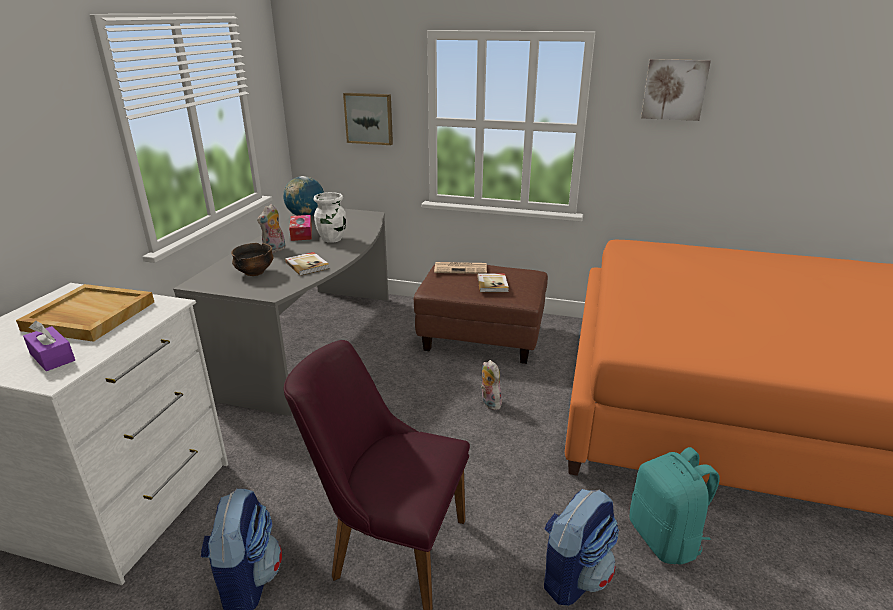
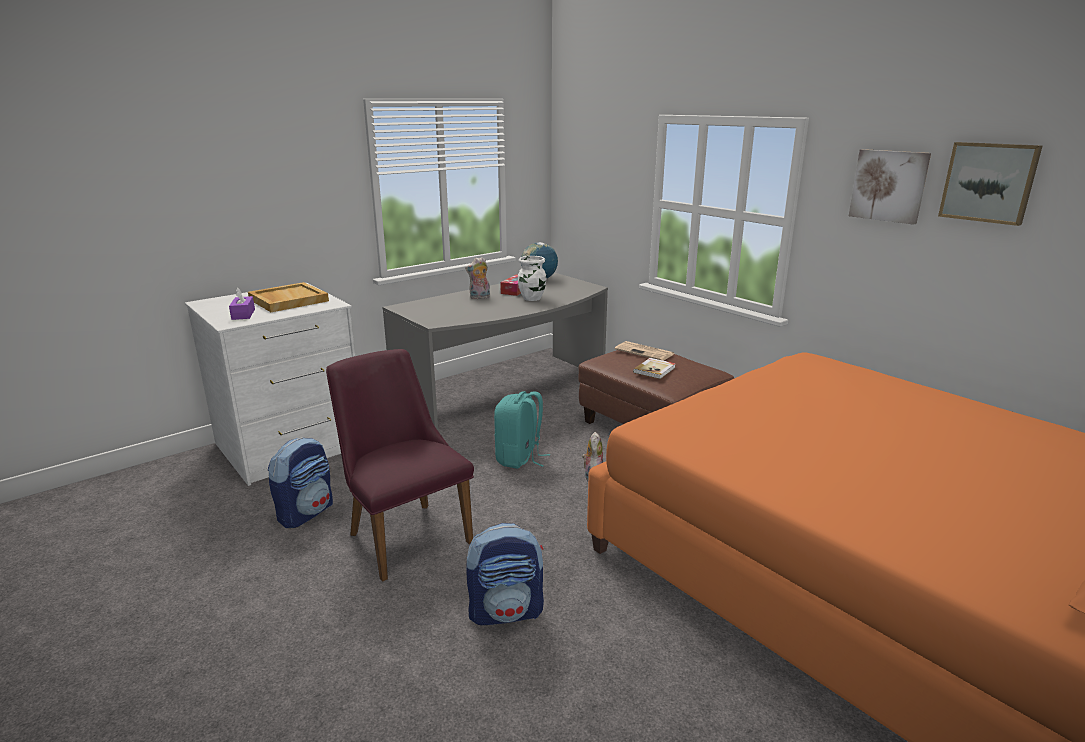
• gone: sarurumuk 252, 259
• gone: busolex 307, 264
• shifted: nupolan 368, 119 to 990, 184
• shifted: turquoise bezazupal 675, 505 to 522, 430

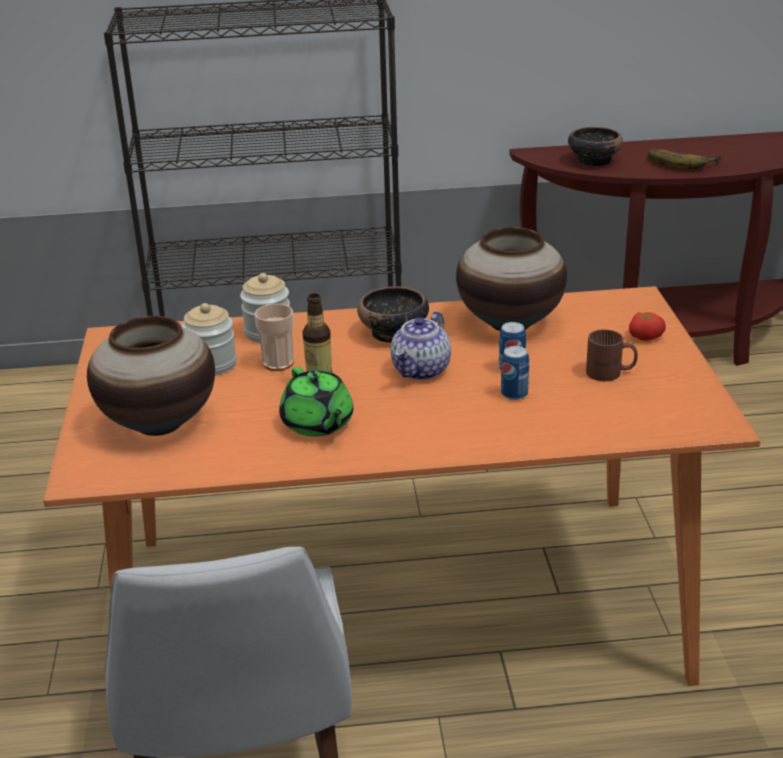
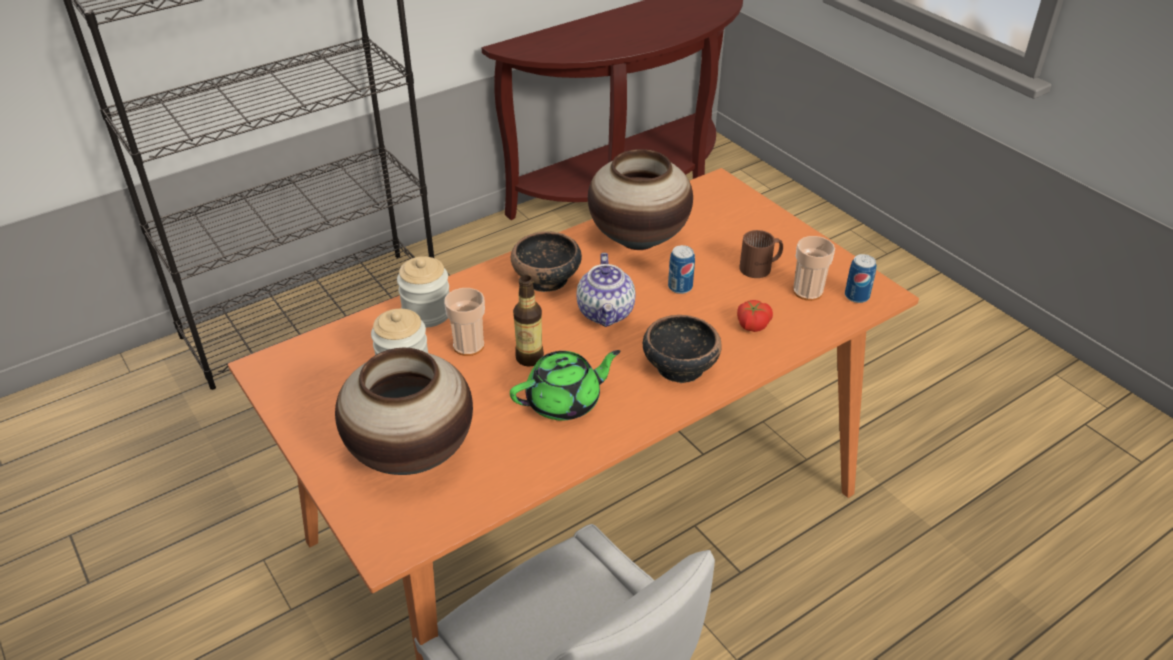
• gone: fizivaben 684, 159
• new: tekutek 814, 268
• shifted: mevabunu 515, 373 to 861, 278
• shifted: sarurumuk 595, 147 to 682, 349
• shifted: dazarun 647, 326 to 755, 316
• rotated: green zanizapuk 316, 402 = 565, 385 60 degrees counterclockwise

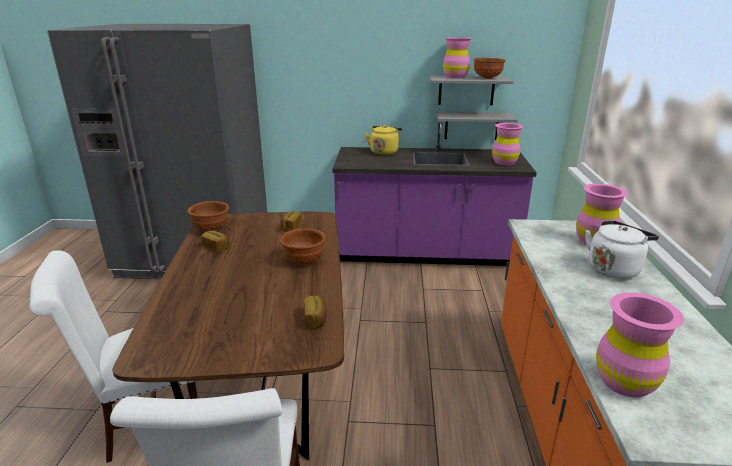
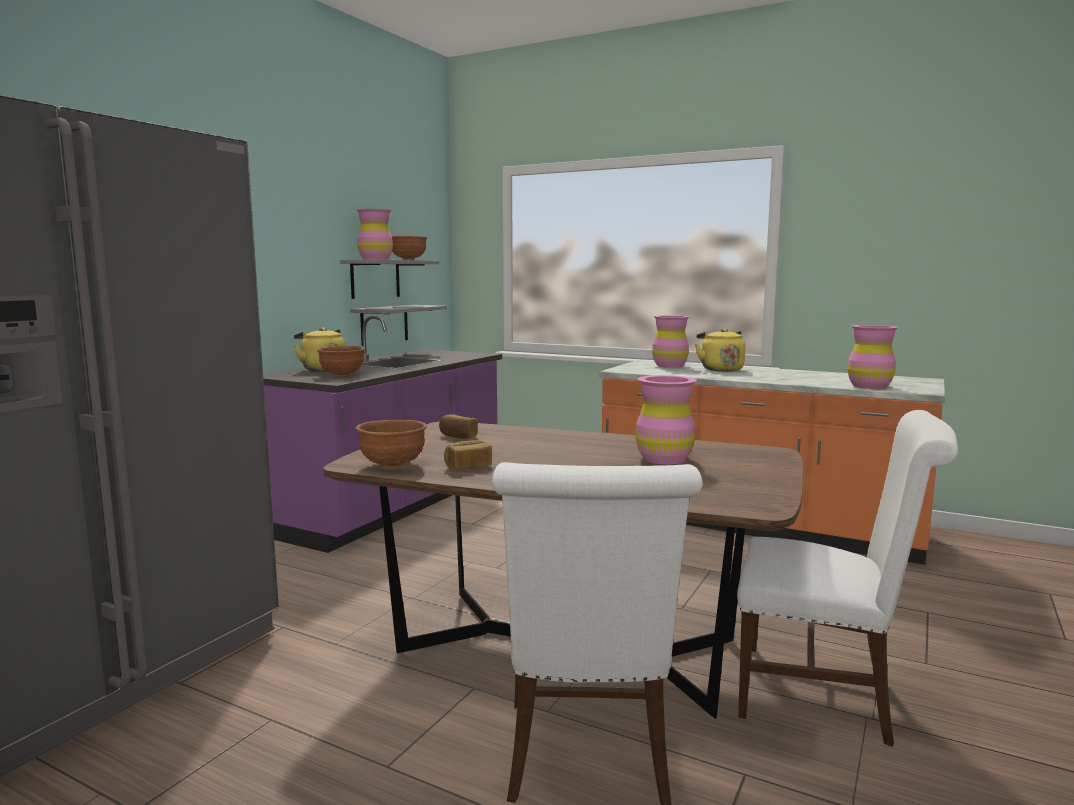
• gone: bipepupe 315, 312
• shifted: brown sarurumuk 303, 246 to 341, 361
• shifted: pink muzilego 507, 144 to 666, 419
• repainted: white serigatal 622, 249 to yellow serigatal 720, 350

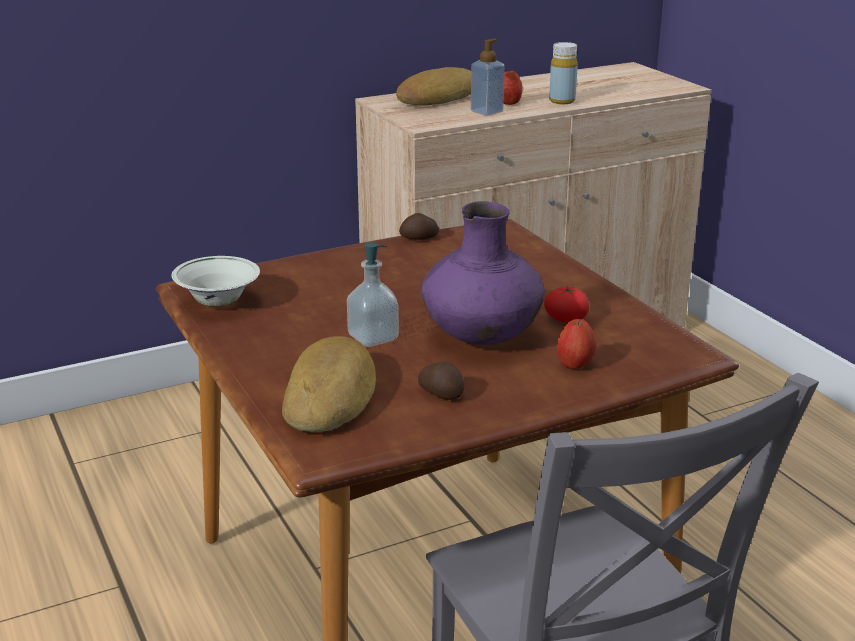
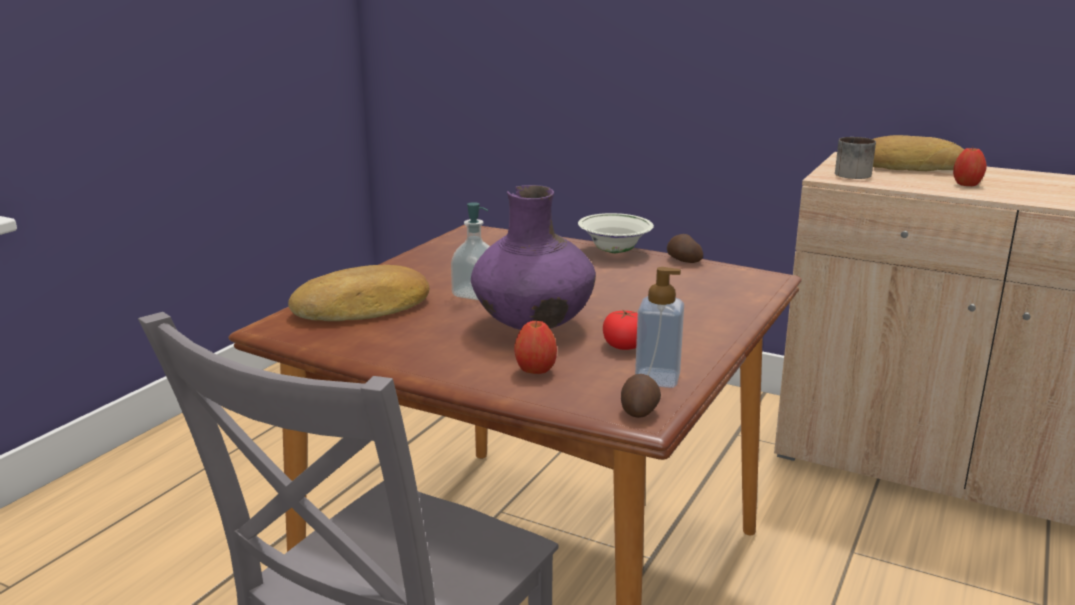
• gone: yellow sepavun 563, 73
• new: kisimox 855, 158
• shifted: white sarurumuk 215, 281 to 616, 233
• shifted: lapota 441, 380 to 641, 396
• shifted: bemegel 488, 77 to 659, 327

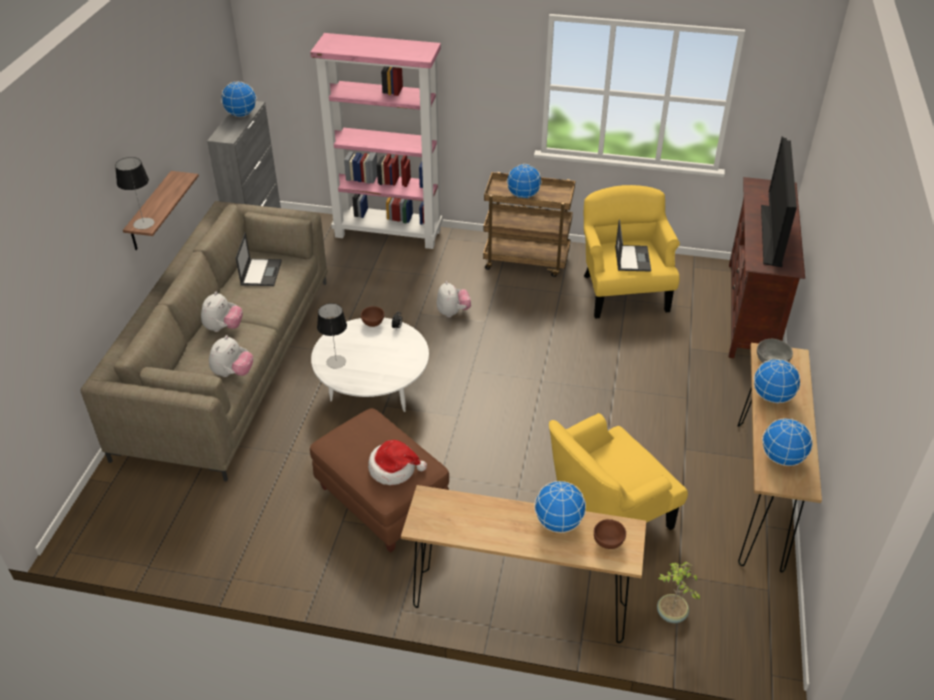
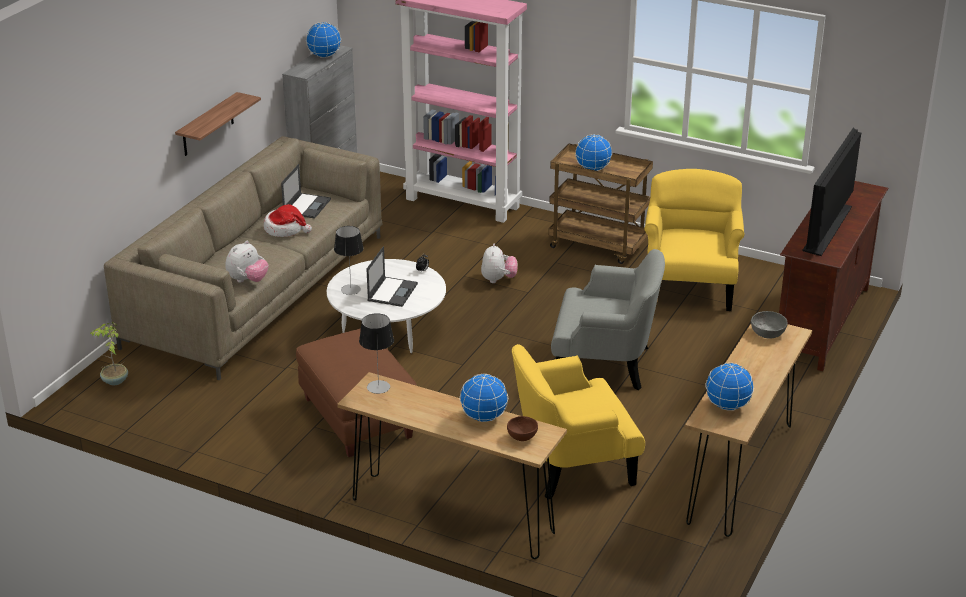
• gone: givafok 222, 312
• gone: brown sarurumuk 372, 316
• gone: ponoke 777, 381
• new: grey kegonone 608, 319
• shifted: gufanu 134, 193 to 376, 353
• shifted: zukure 397, 462 to 288, 220
• shifted: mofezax 633, 245 to 392, 276
• shifted: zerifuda 678, 592 to 109, 353

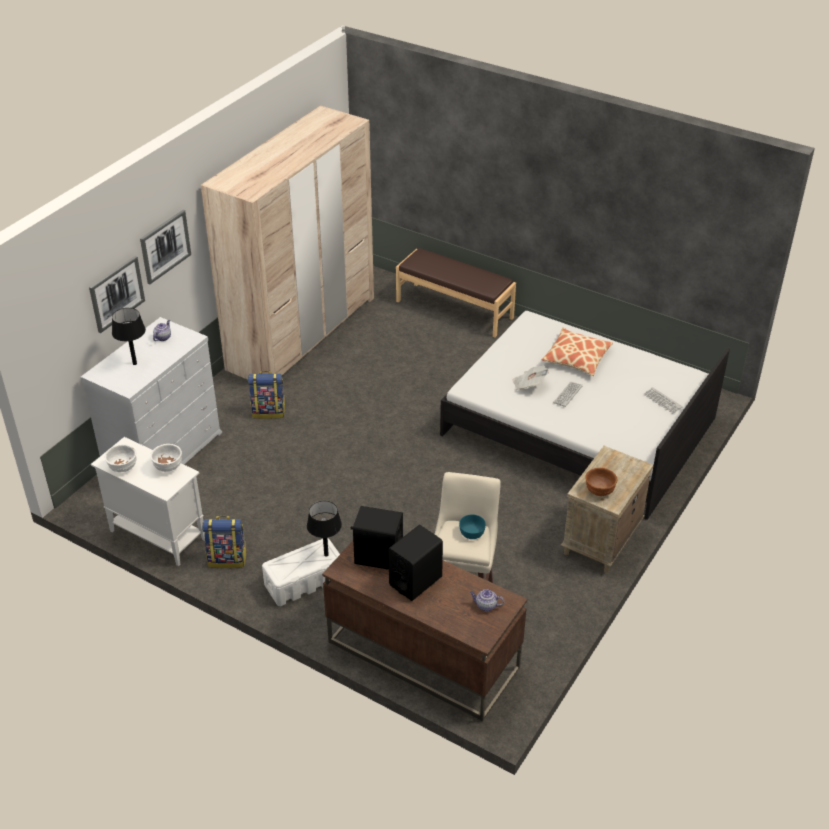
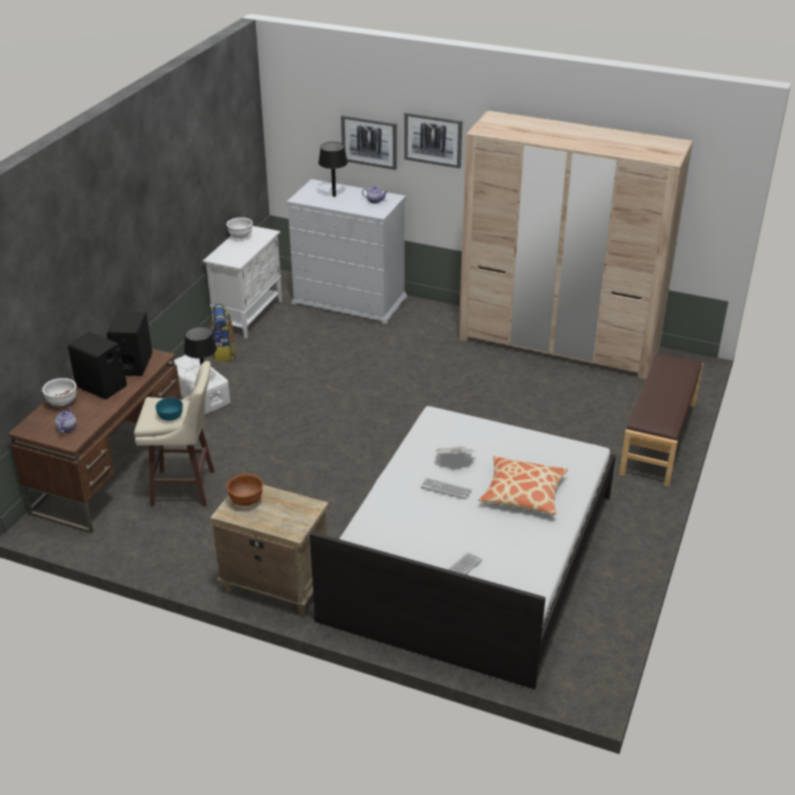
• gone: bezazupal 267, 395
• shifted: white sarurumuk 166, 458 to 59, 392

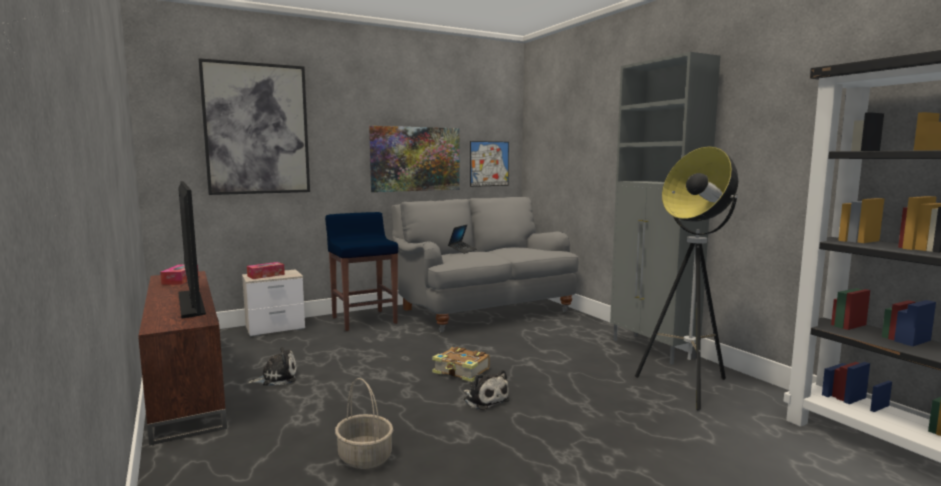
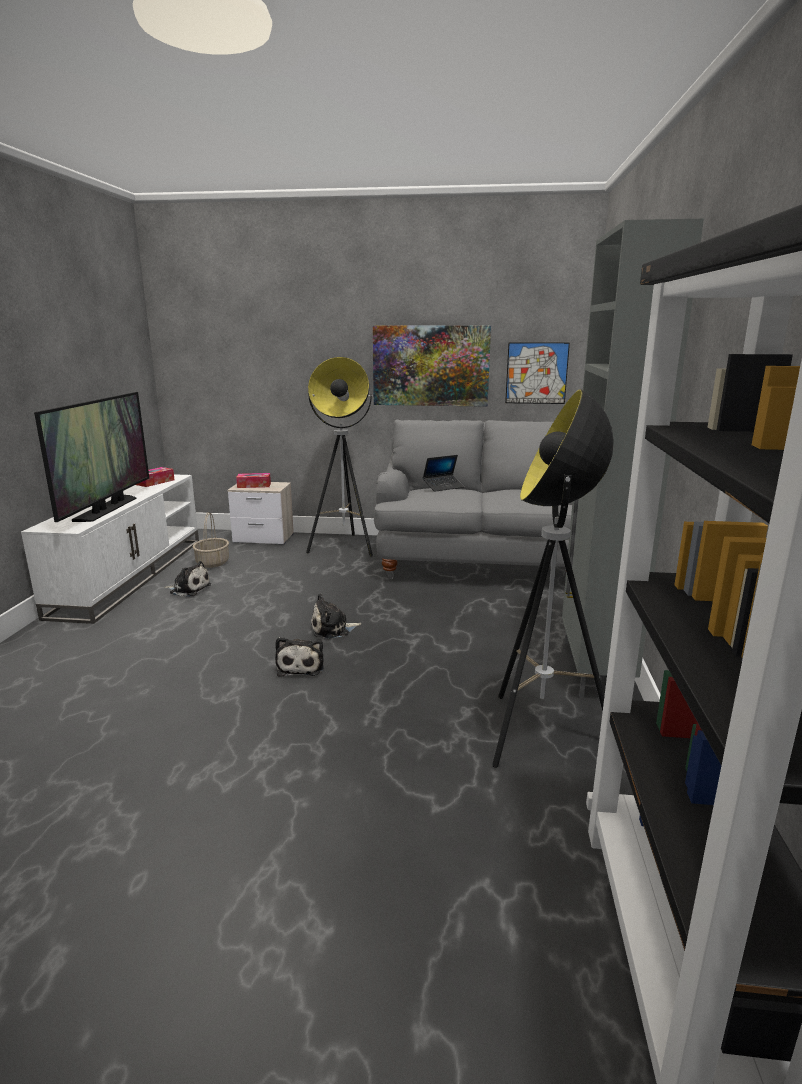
• gone: nupolan 254, 126
• shifted: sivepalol 364, 423 to 210, 540
• swapped: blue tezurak 361, 271 to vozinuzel 339, 457
• swapped: busolex 461, 364 to givafok 336, 616
• repainted: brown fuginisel 182, 358 to white fuginisel 110, 549

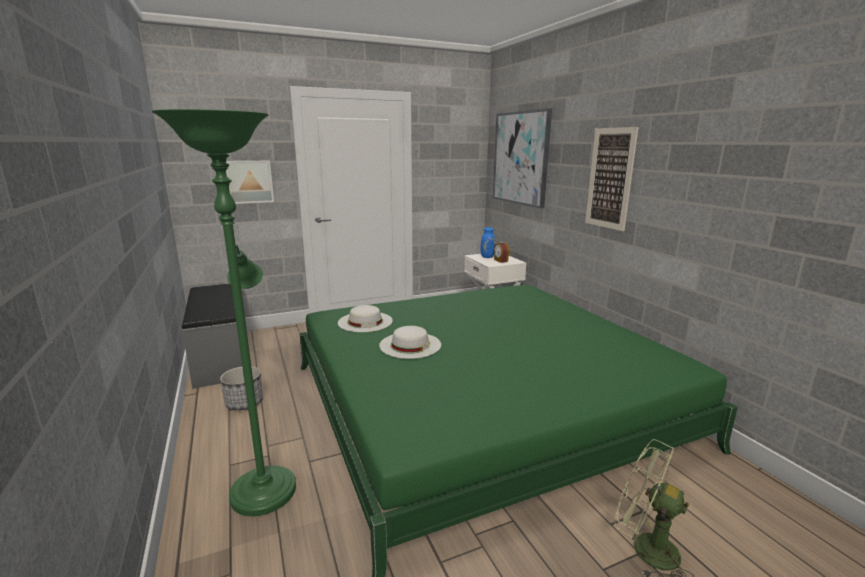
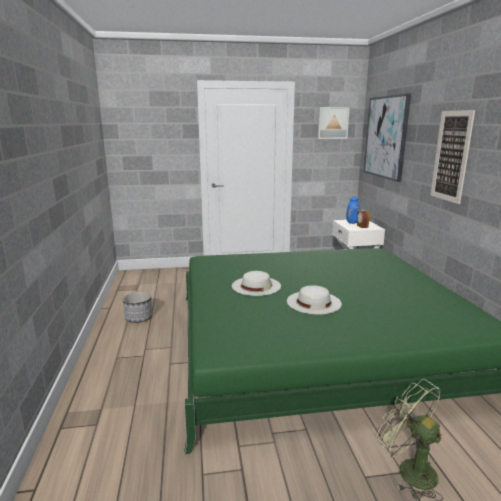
• gone: green vozinuzel 224, 312
• gone: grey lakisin 212, 336
• shifted: nupolan 250, 182 to 333, 123
• shifted: white zukure 365, 318 to 314, 299

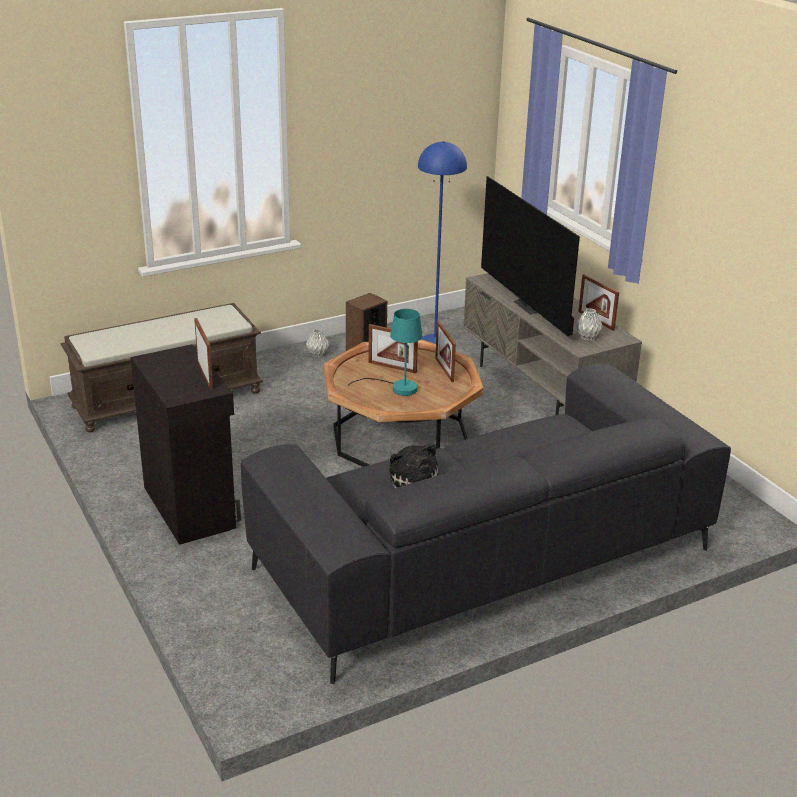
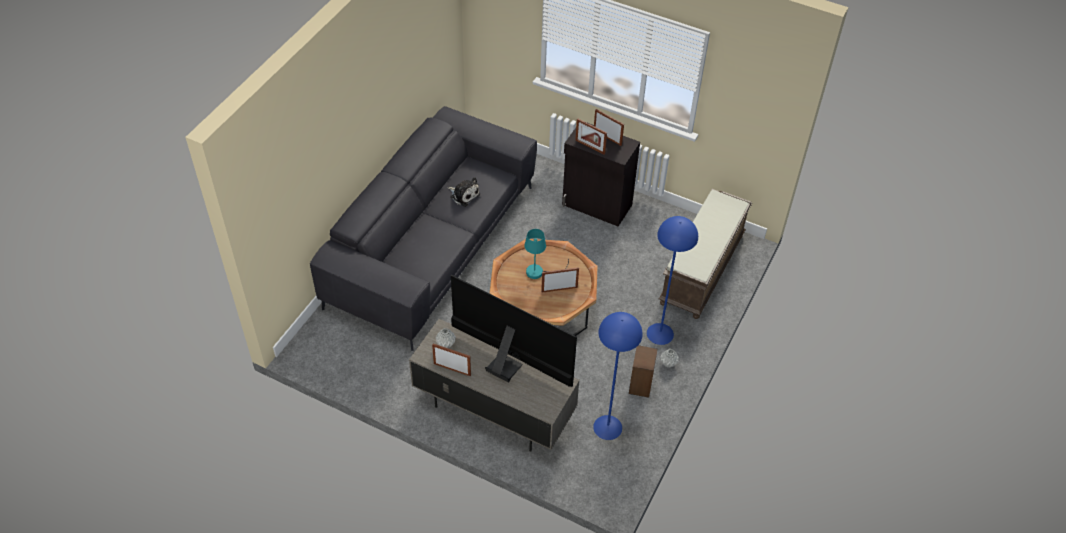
• new: blue vozinuzel 672, 280
• shifted: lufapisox 445, 351 to 609, 127

